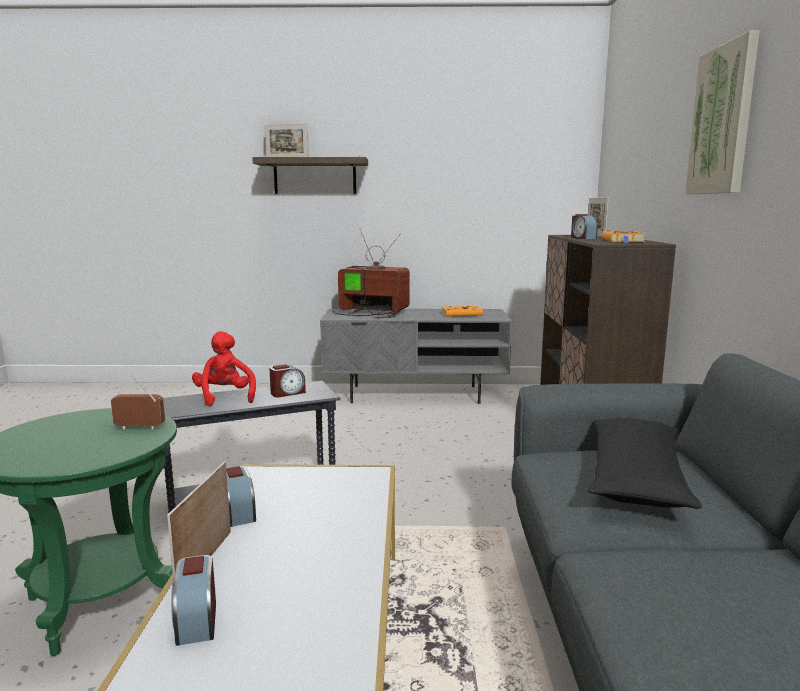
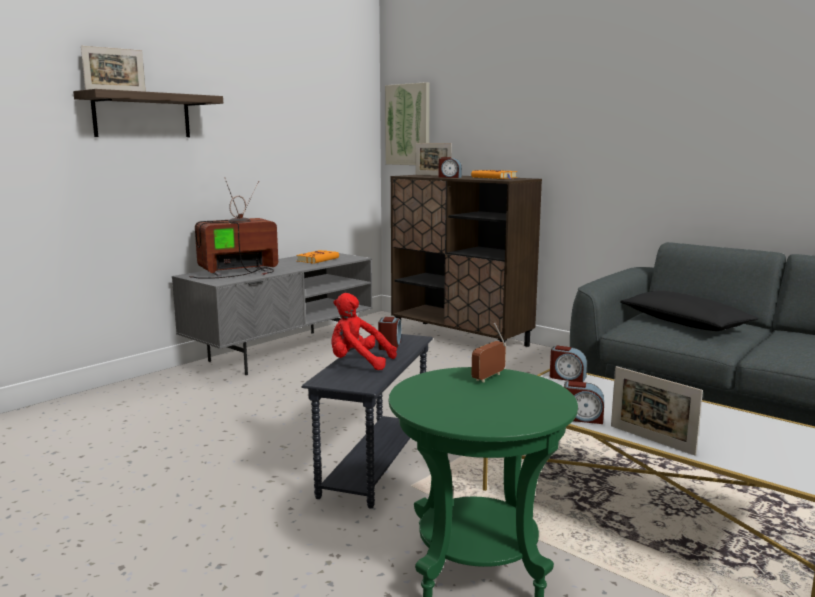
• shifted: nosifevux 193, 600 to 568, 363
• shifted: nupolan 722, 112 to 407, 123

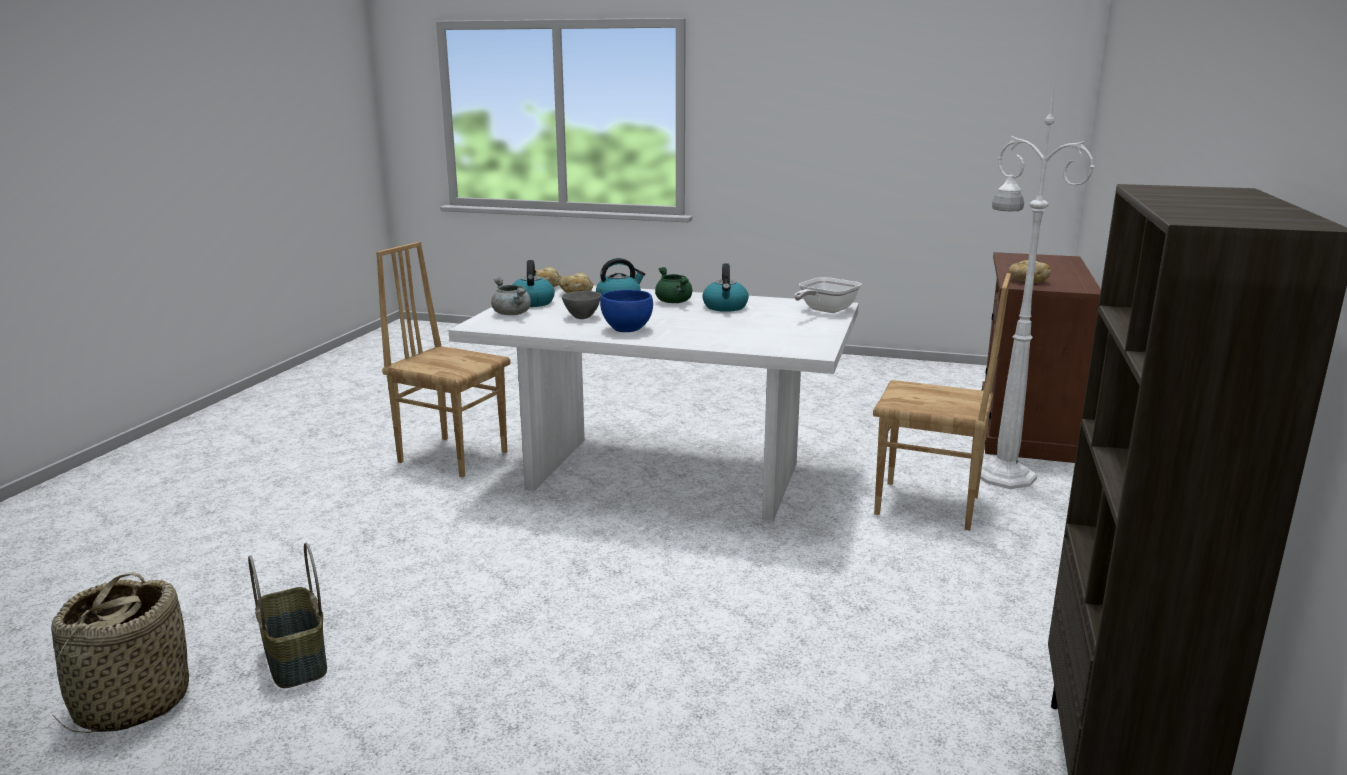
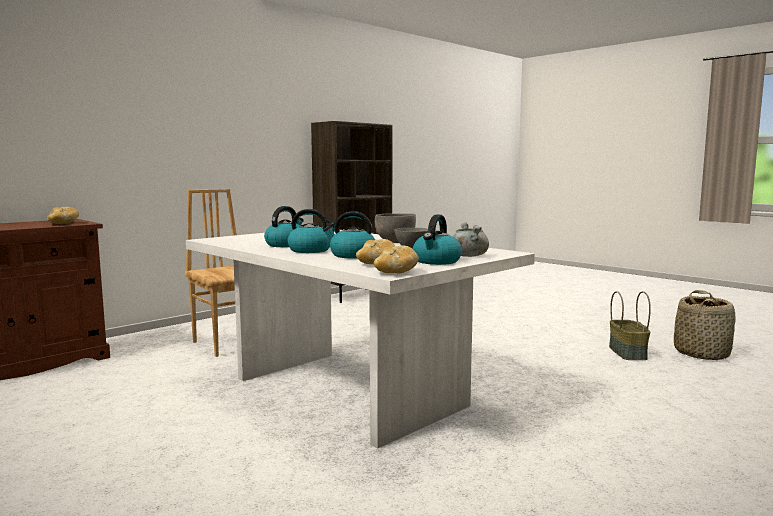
• gone: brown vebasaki 443, 360
• gone: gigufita 828, 295
• gone: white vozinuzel 1037, 283
• swapped: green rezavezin 673, 285 to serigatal 311, 231
• repainted: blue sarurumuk 626, 311 to grey sarurumuk 395, 228

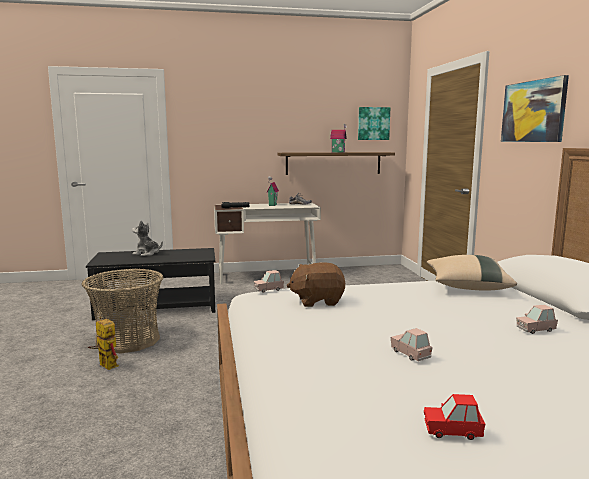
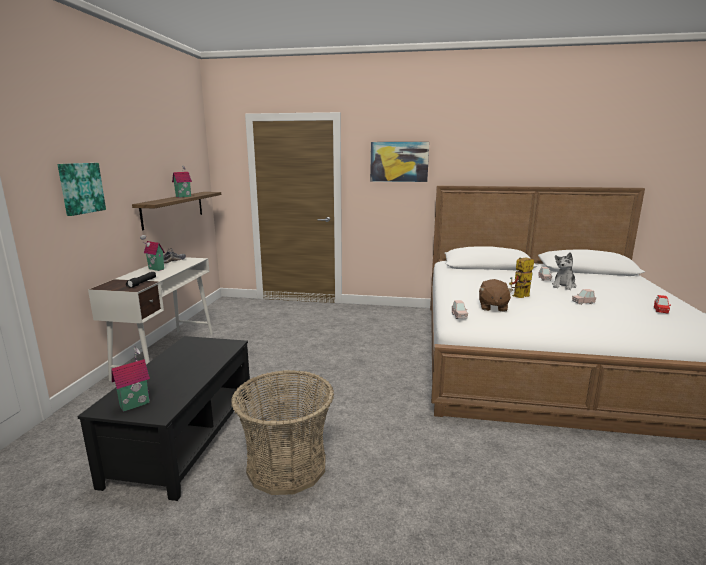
• gone: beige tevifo 472, 273
• new: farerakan 130, 379
• shifted: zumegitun 103, 343 to 521, 277
• shifted: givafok 147, 238 to 564, 271
• shifted: nupolan 374, 123 to 81, 189

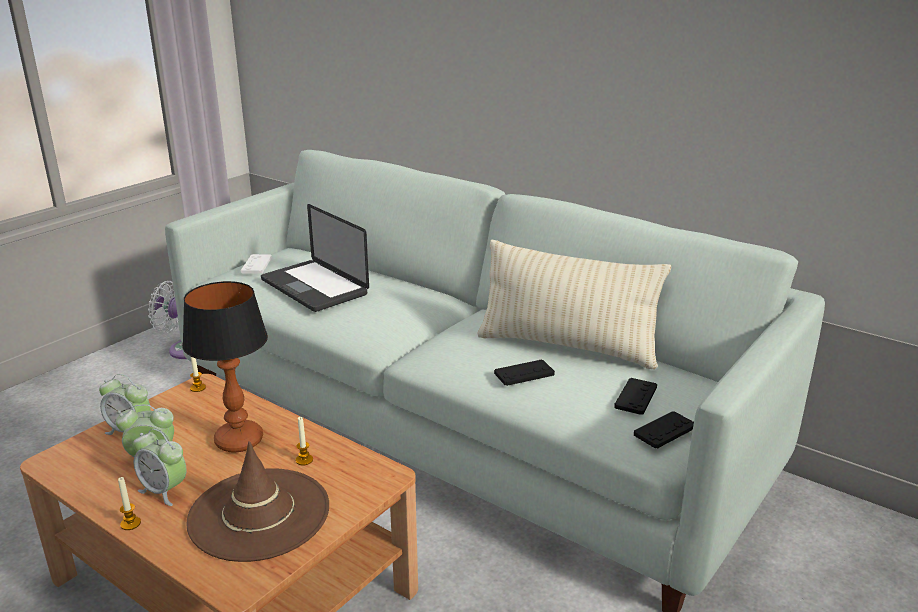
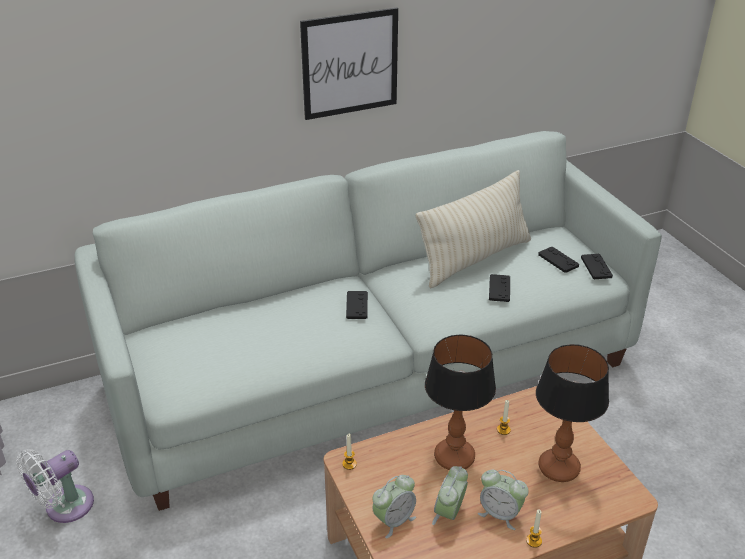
• gone: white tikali 256, 264
• gone: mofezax 315, 258
• new: nupolan 349, 64
• new: black tikali 357, 305
• swapped: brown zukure 257, 501 to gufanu 572, 413
• rotated: nosifevux 160, 467 = 503, 500 60 degrees clockwise

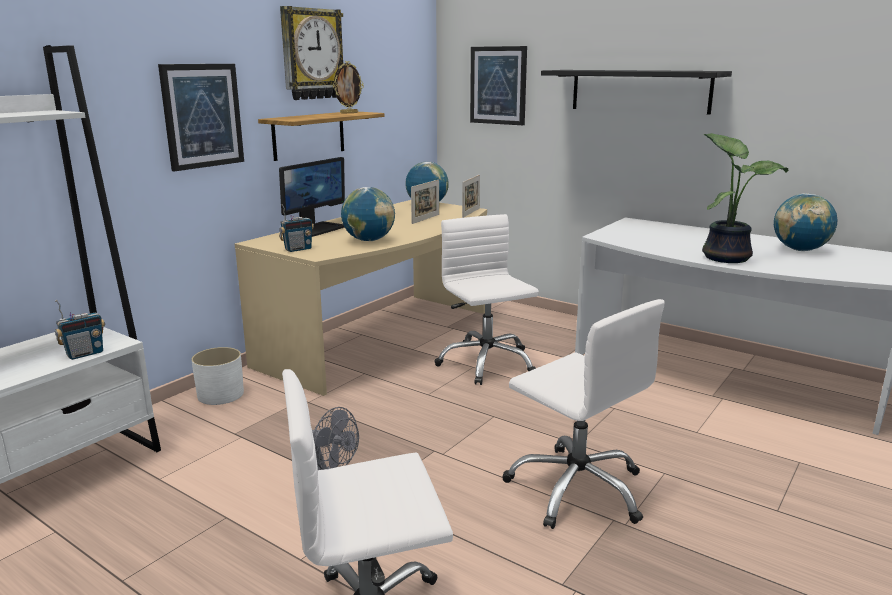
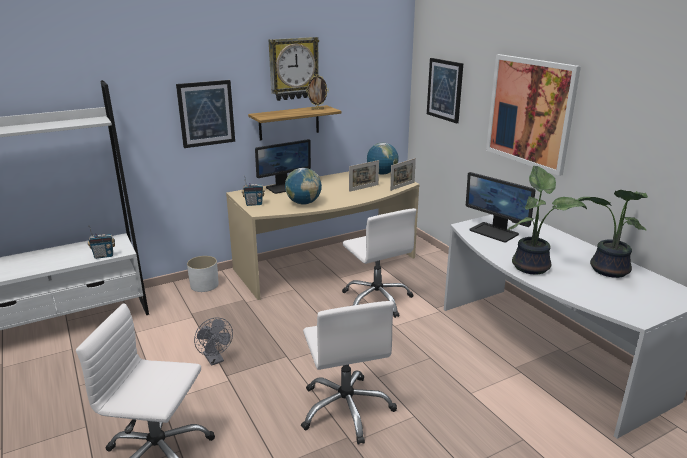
• new: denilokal 501, 207
• swapped: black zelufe 636, 92 to nupolan 533, 115
• swapped: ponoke 806, 222 to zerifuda 612, 234
• rotated: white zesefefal 486, 299 = 379, 263 150 degrees clockwise

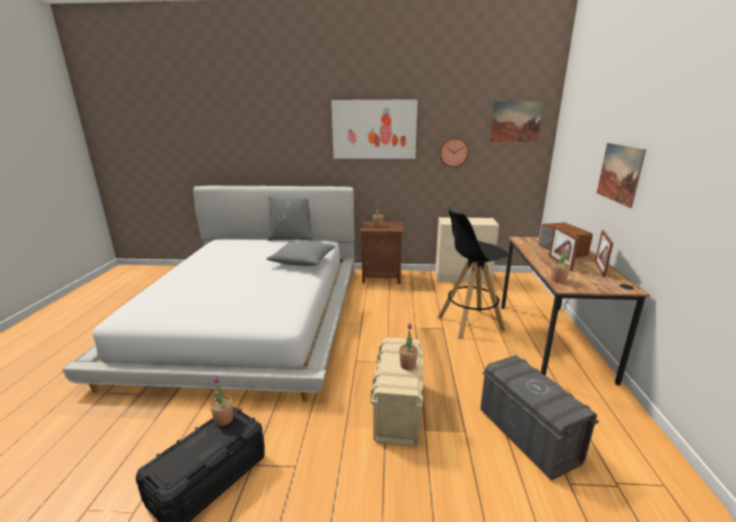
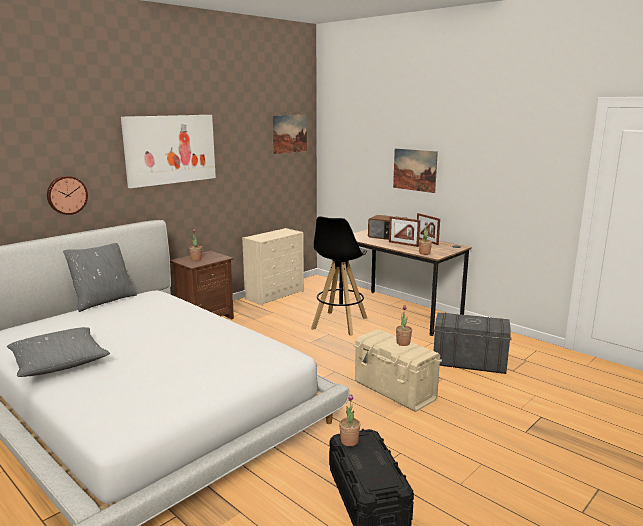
• shifted: grey tevifo 301, 253 to 58, 352
• shifted: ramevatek 454, 152 to 67, 195

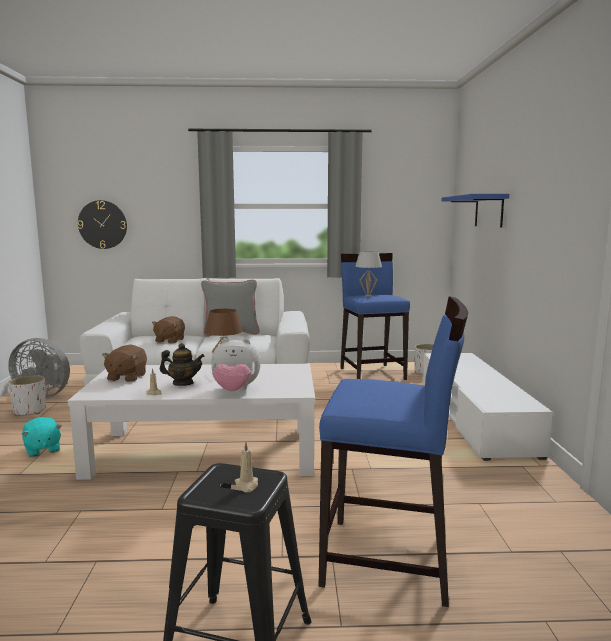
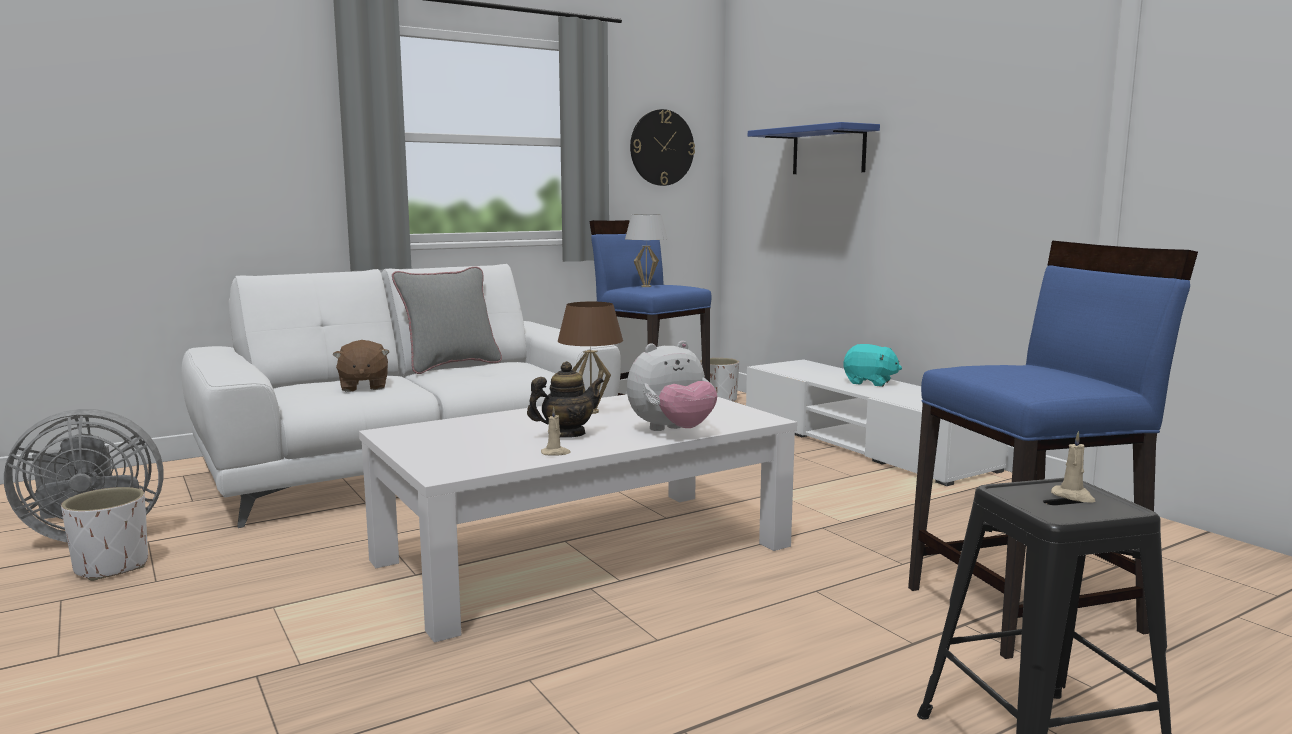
• gone: brown givafok 124, 363
• shifted: turquoise givafok 42, 437 to 872, 365
• shifted: ramevatek 102, 224 to 662, 147

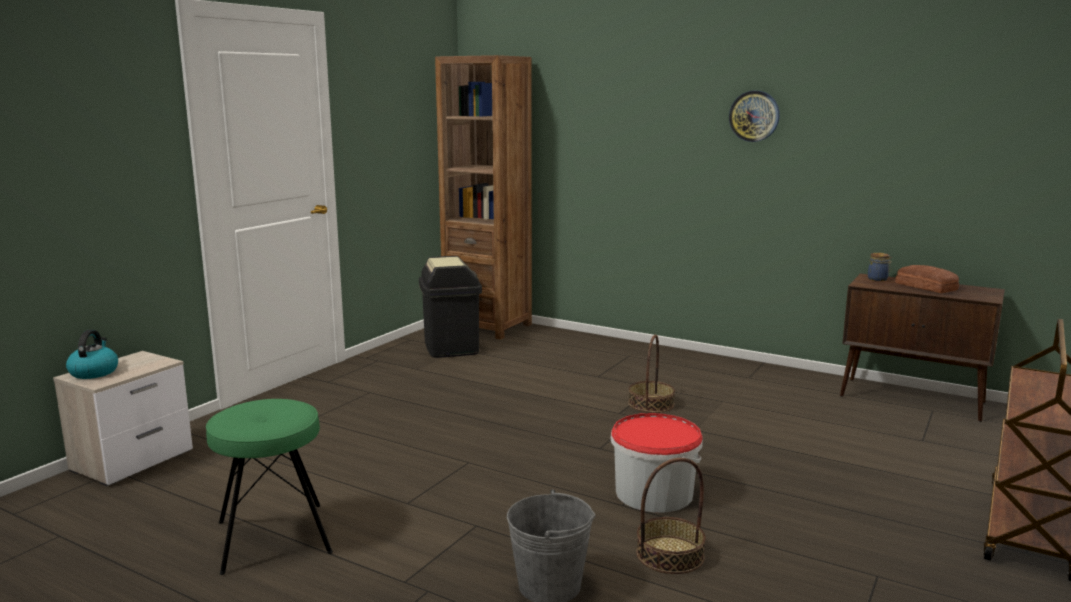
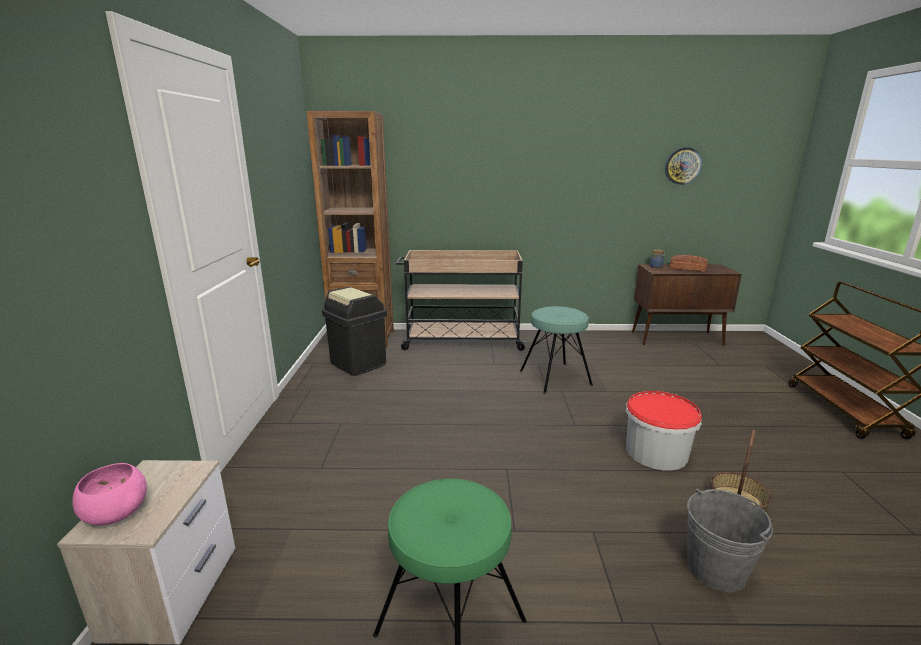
• new: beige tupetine 461, 300
• shifted: ramevatek 754, 116 to 683, 166
• swapped: serigatal 92, 354 to pink sarurumuk 109, 494
• swapped: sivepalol 651, 374 to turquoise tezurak 556, 350

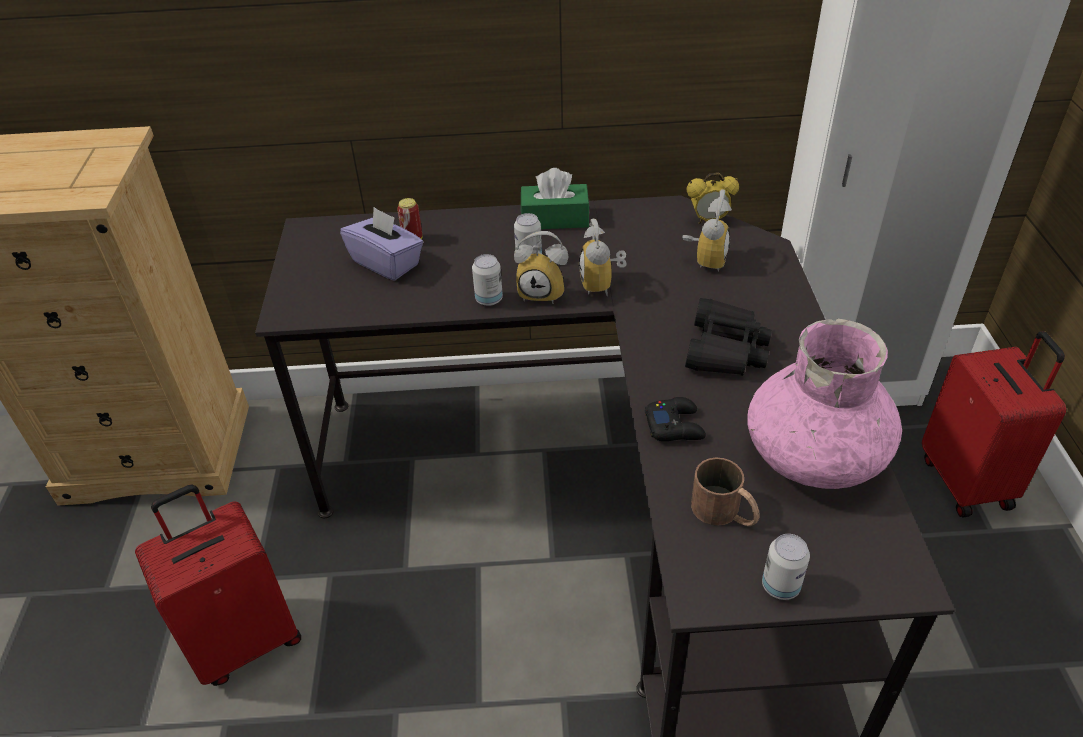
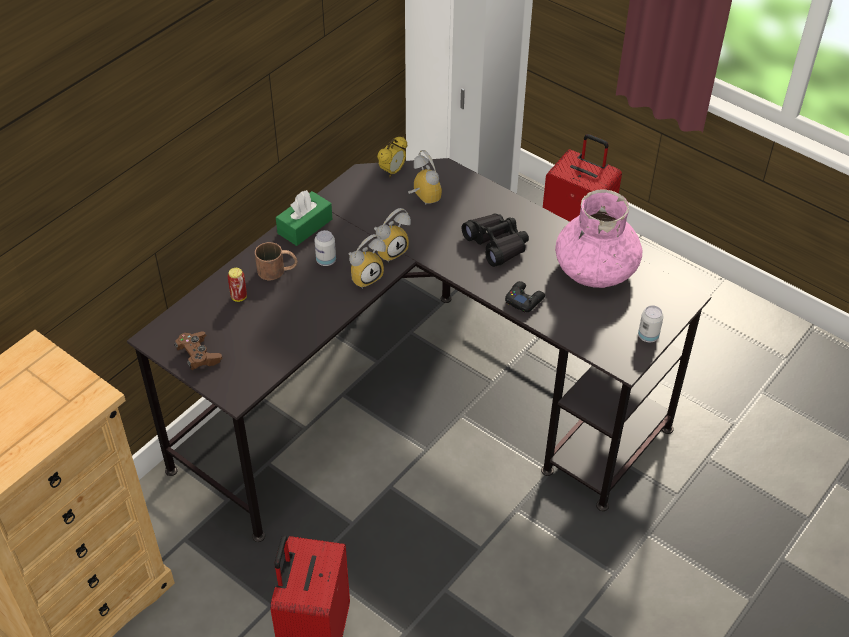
• gone: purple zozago 381, 244
• gone: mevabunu 487, 280
• new: brown tikali 198, 350
• shifted: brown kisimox 725, 491 to 276, 261
• rotated: nosifevux 603, 257 = 392, 235 75 degrees counterclockwise

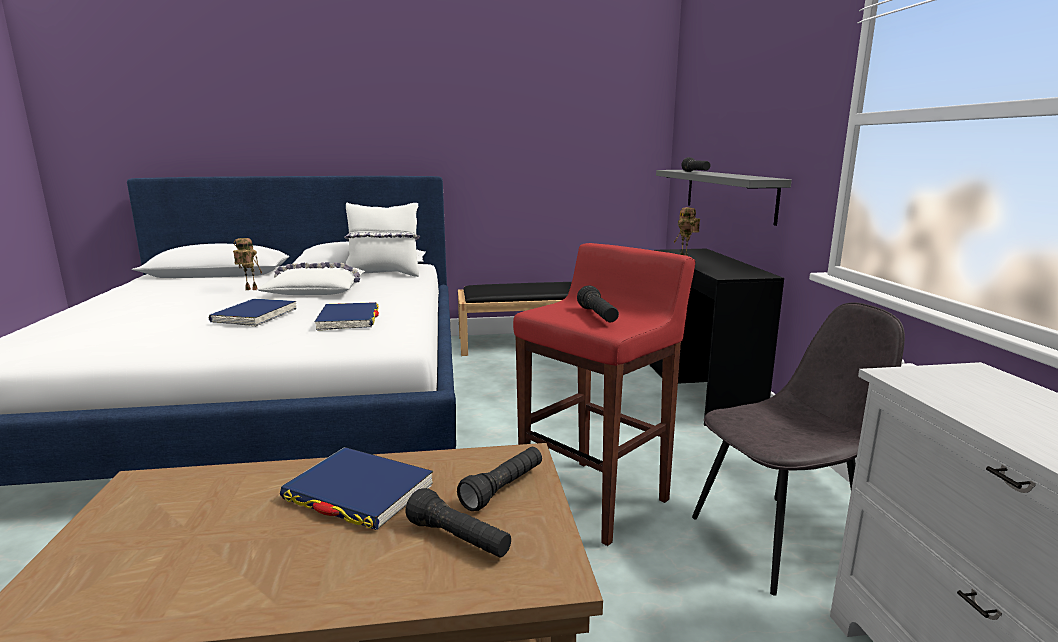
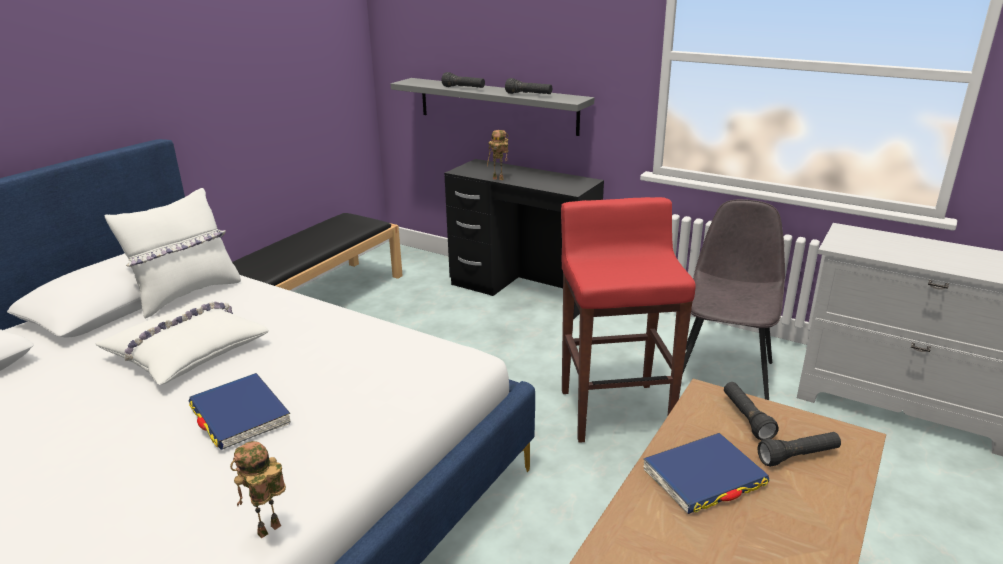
• gone: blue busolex 347, 316
• shifted: zumegitun 247, 264 to 258, 489
• shifted: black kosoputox 598, 303 to 528, 86

